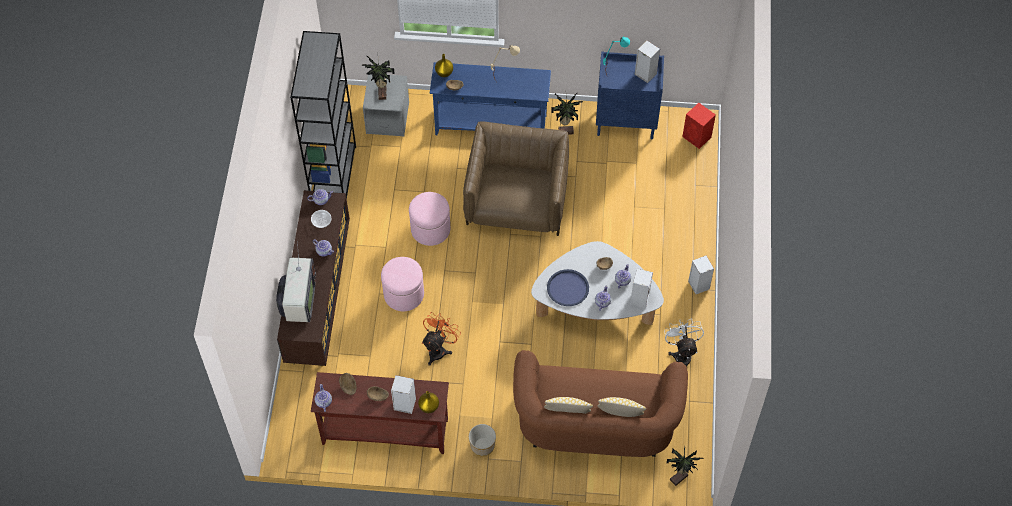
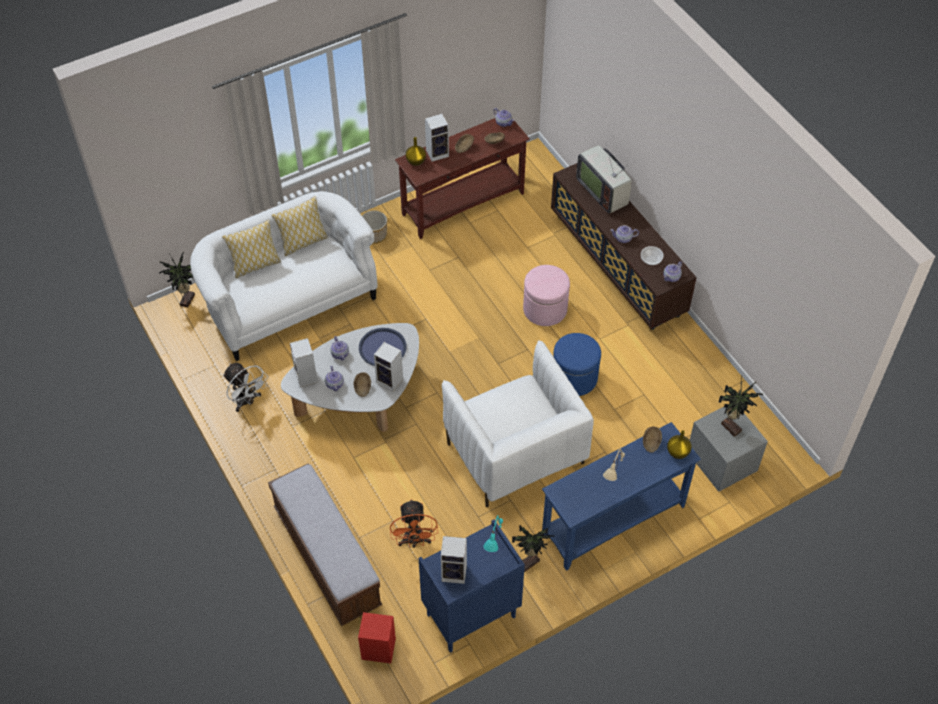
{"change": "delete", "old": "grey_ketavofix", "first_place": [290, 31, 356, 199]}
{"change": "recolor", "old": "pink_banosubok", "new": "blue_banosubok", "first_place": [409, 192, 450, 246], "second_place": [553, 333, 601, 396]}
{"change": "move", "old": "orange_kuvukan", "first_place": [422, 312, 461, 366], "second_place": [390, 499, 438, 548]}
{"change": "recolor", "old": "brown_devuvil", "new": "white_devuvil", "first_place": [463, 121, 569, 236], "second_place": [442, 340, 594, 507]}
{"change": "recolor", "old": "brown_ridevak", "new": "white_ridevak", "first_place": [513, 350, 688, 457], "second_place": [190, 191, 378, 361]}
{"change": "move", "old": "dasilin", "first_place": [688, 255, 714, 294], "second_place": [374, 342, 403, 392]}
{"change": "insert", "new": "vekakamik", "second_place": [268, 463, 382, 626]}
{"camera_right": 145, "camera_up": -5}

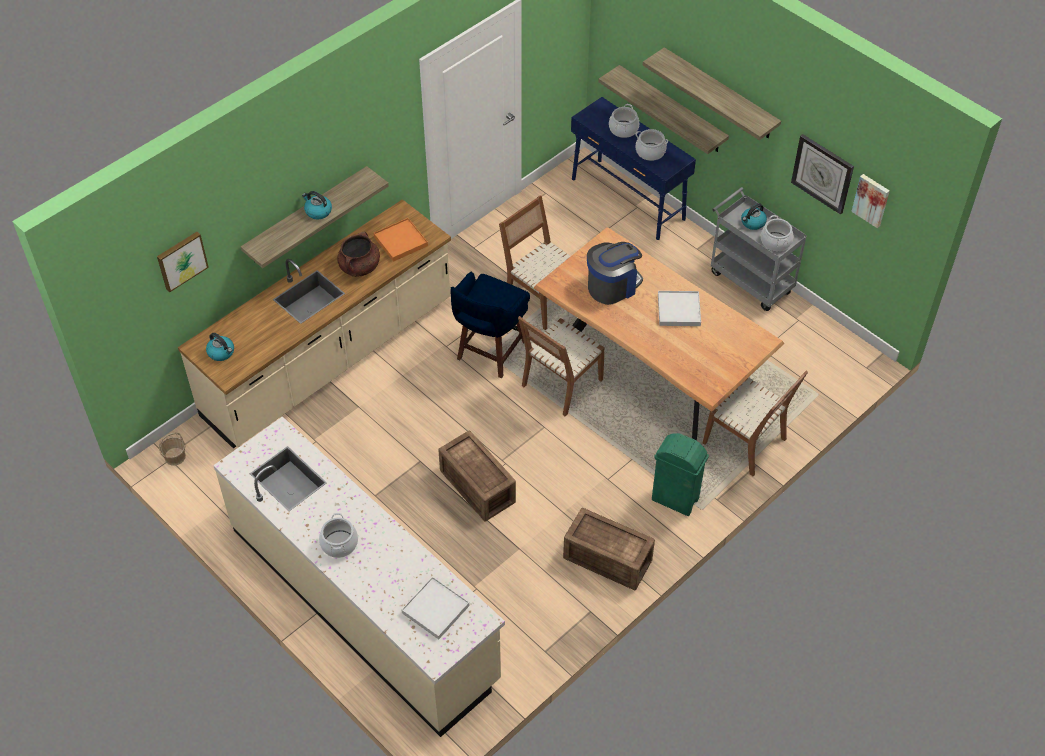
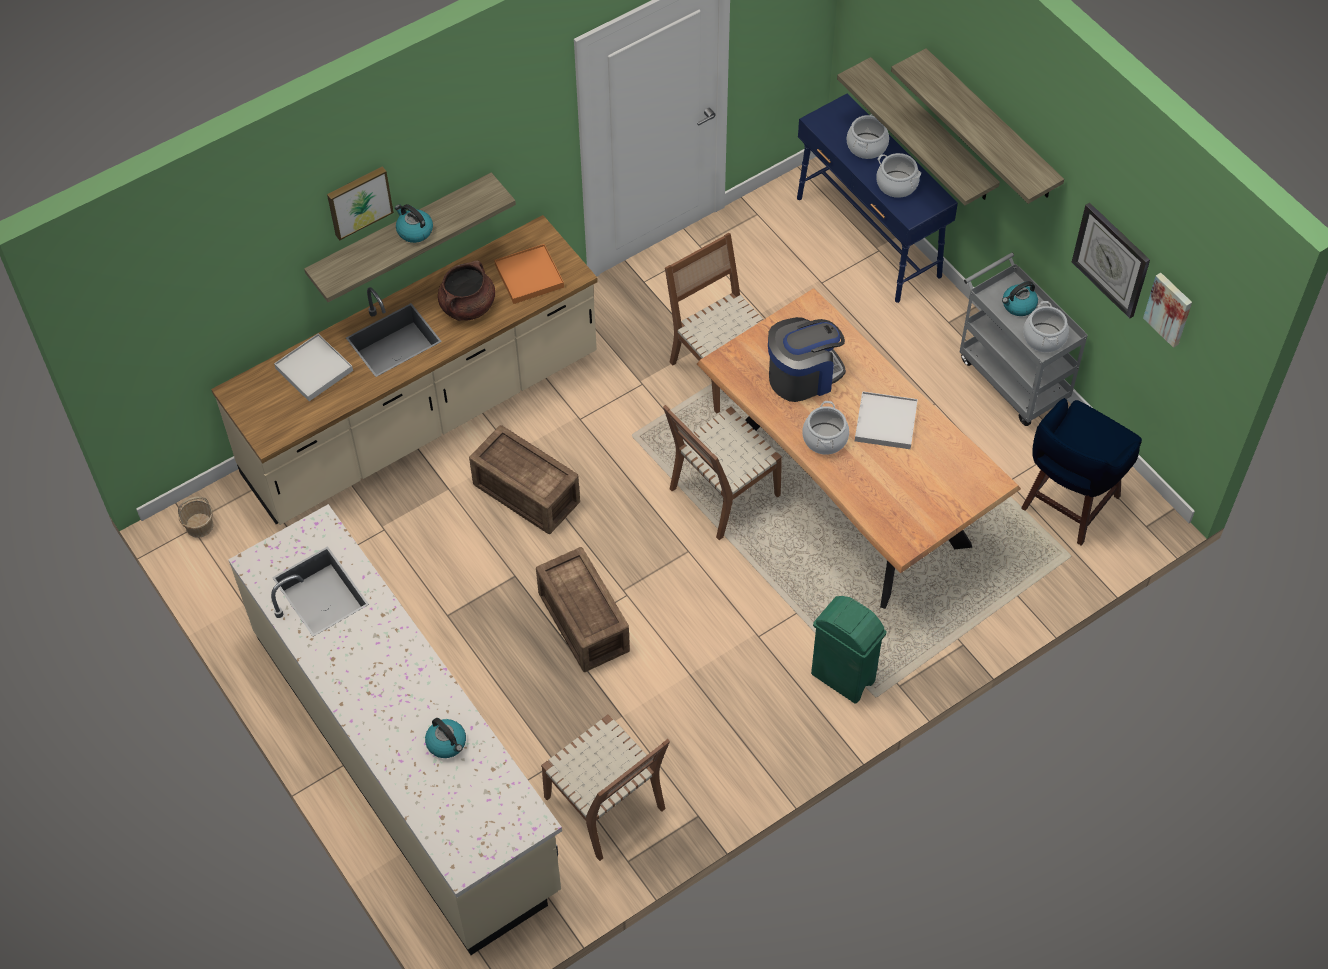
{"change": "move", "old": "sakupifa", "first_place": [157, 232, 209, 292], "second_place": [327, 166, 394, 241]}
{"change": "move", "old": "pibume", "first_place": [206, 333, 234, 361], "second_place": [425, 718, 466, 758]}
{"change": "move", "old": "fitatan", "first_place": [319, 513, 358, 558], "second_place": [802, 401, 849, 455]}
{"change": "move", "old": "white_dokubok", "first_place": [402, 577, 469, 639], "second_place": [274, 334, 353, 401]}
{"change": "move", "old": "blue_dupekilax", "first_place": [450, 271, 530, 378], "second_place": [1021, 398, 1142, 545]}
{"change": "move", "old": "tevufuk", "first_place": [563, 508, 655, 590], "second_place": [469, 425, 580, 534]}
{"change": "move", "old": "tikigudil", "first_place": [703, 370, 808, 476], "second_place": [541, 714, 670, 861]}
{"camera_right": 10, "camera_up": 5}

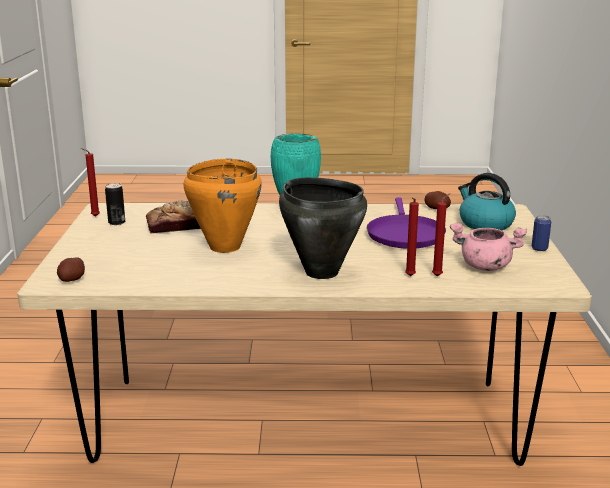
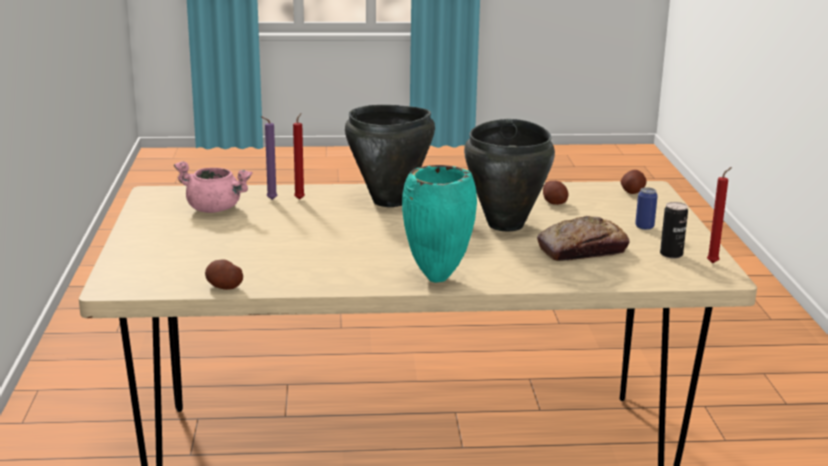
{"change": "recolor", "old": "orange_fitatan", "new": "black_fitatan", "first_place": [183, 159, 262, 253], "second_place": [464, 119, 555, 231]}
{"change": "delete", "old": "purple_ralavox", "first_place": [367, 197, 446, 249]}
{"change": "recolor", "old": "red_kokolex", "new": "purple_kokolex", "first_place": [432, 193, 450, 276], "second_place": [261, 116, 278, 200]}
{"change": "delete", "old": "pibume", "first_place": [458, 173, 516, 230]}
{"change": "move", "old": "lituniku", "first_place": [532, 215, 551, 251], "second_place": [635, 187, 658, 230]}
{"change": "insert", "new": "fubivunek", "second_place": [543, 181, 569, 205]}
{"camera_right": 175, "camera_up": 0}

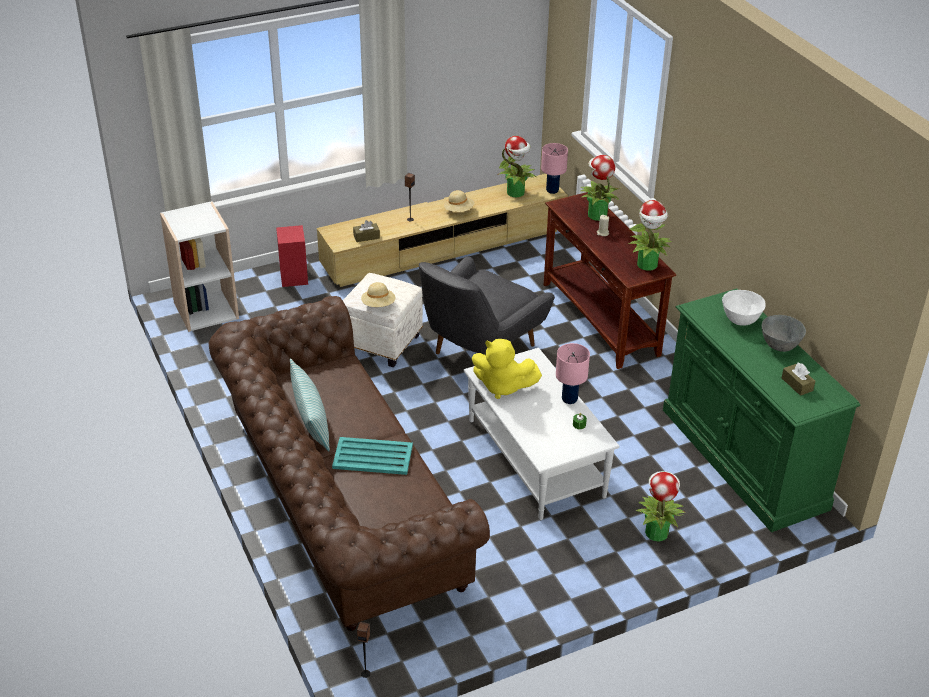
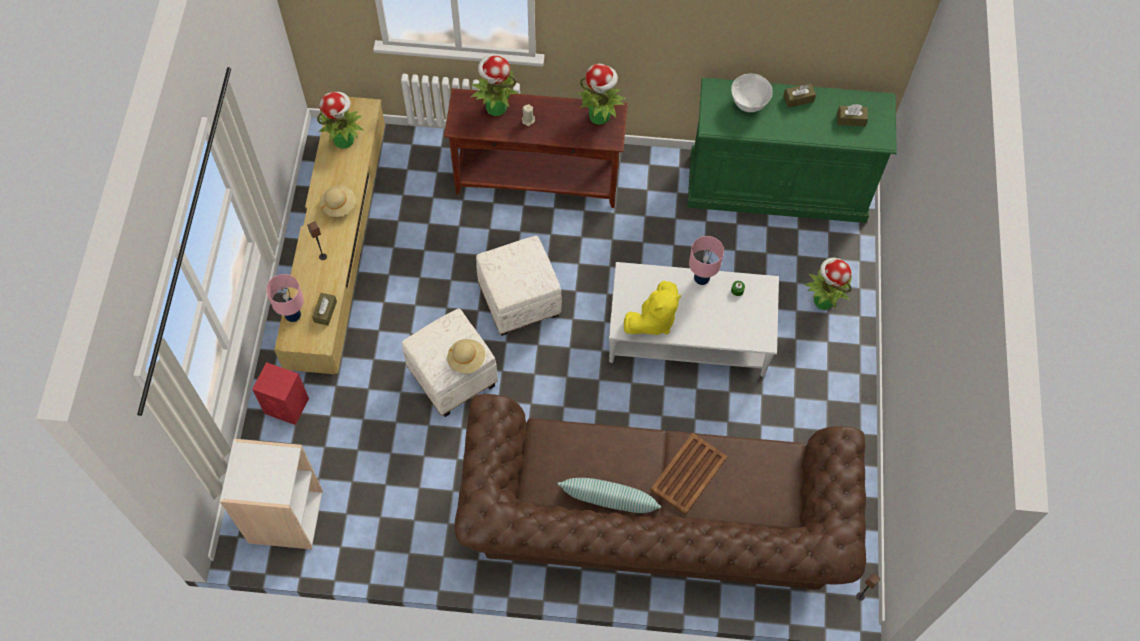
{"change": "recolor", "old": "turquoise_dokubok", "new": "brown_dokubok", "first_place": [332, 437, 413, 475], "second_place": [650, 433, 728, 515]}
{"change": "replace", "old": "grey_devuvil", "new": "white_banosubok", "first_place": [419, 256, 555, 355], "second_place": [476, 236, 562, 336]}
{"change": "move", "old": "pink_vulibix", "first_place": [541, 143, 568, 194], "second_place": [266, 274, 304, 322]}
{"change": "replace", "old": "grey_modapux", "new": "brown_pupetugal", "first_place": [762, 315, 806, 352], "second_place": [783, 83, 816, 108]}
{"camera_right": -60, "camera_up": 25}

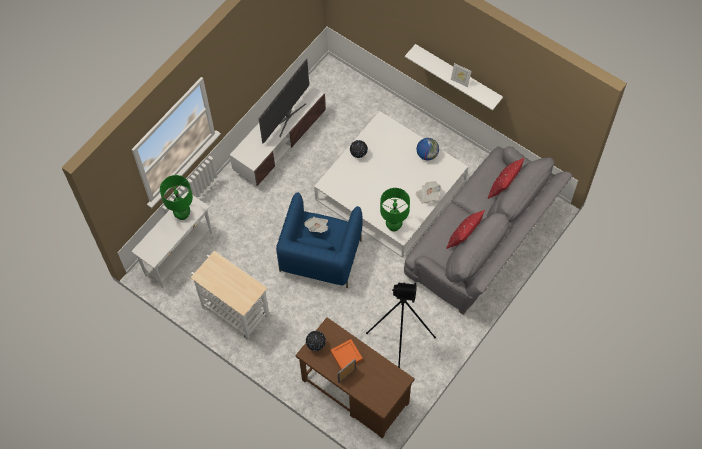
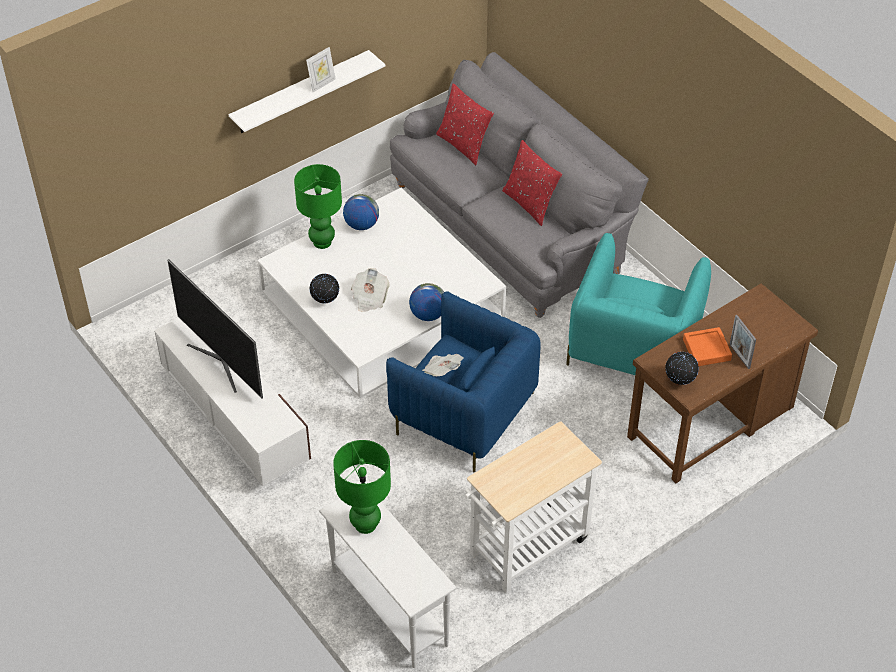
{"change": "replace", "old": "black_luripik", "new": "turquoise_devuvil", "first_place": [366, 282, 436, 368], "second_place": [566, 233, 711, 375]}
{"change": "move", "old": "green_vulibix", "first_place": [380, 188, 410, 231], "second_place": [294, 164, 342, 249]}
{"change": "move", "old": "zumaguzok", "first_place": [416, 181, 442, 204], "second_place": [351, 268, 390, 312]}
{"change": "insert", "new": "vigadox", "second_place": [409, 283, 444, 321]}
{"camera_right": -75, "camera_up": -15}

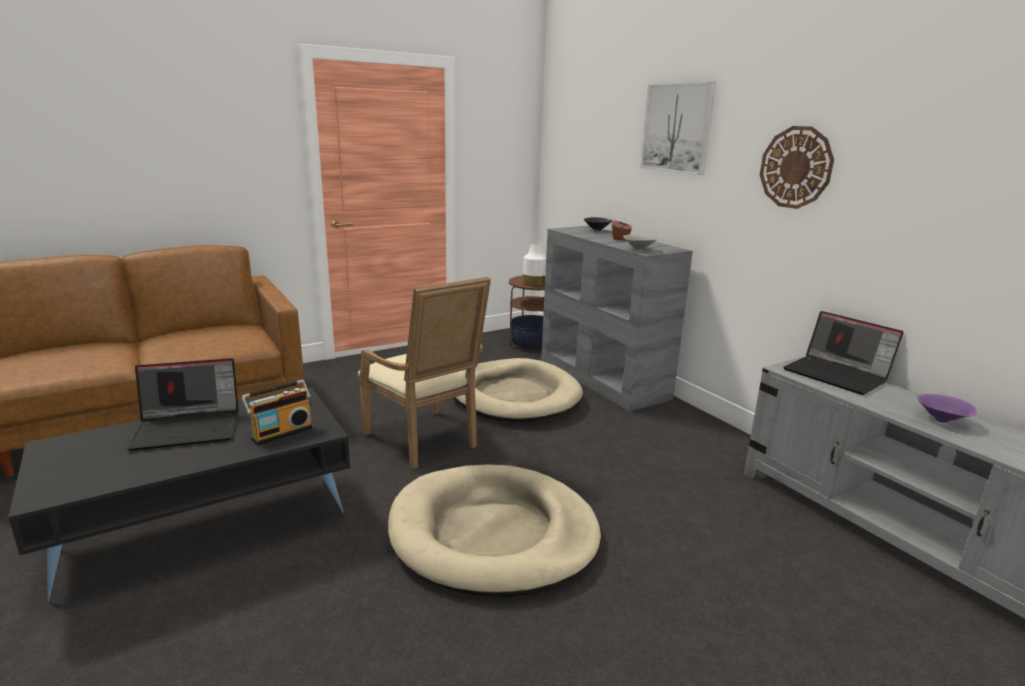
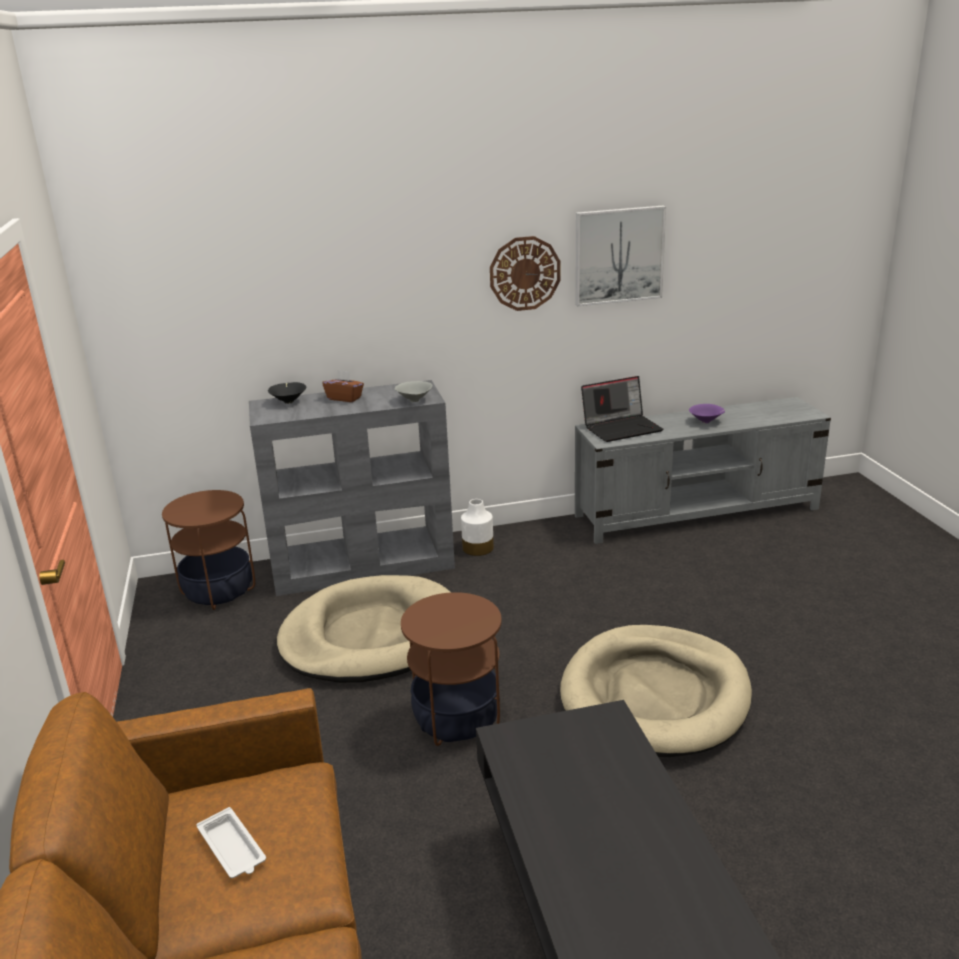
{"change": "delete", "old": "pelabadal", "first_place": [127, 358, 239, 451]}
{"change": "delete", "old": "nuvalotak", "first_place": [241, 380, 313, 445]}
{"change": "replace", "old": "beige_devuvil", "new": "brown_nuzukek", "first_place": [358, 277, 491, 469], "second_place": [401, 592, 502, 746]}
{"change": "move", "old": "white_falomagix", "first_place": [523, 244, 546, 287], "second_place": [461, 499, 494, 556]}
{"change": "move", "old": "sakupifa", "first_place": [640, 82, 716, 175], "second_place": [575, 206, 666, 306]}
{"change": "insert", "new": "white_dokubok", "second_place": [196, 807, 266, 878]}
{"camera_right": -70, "camera_up": 5}

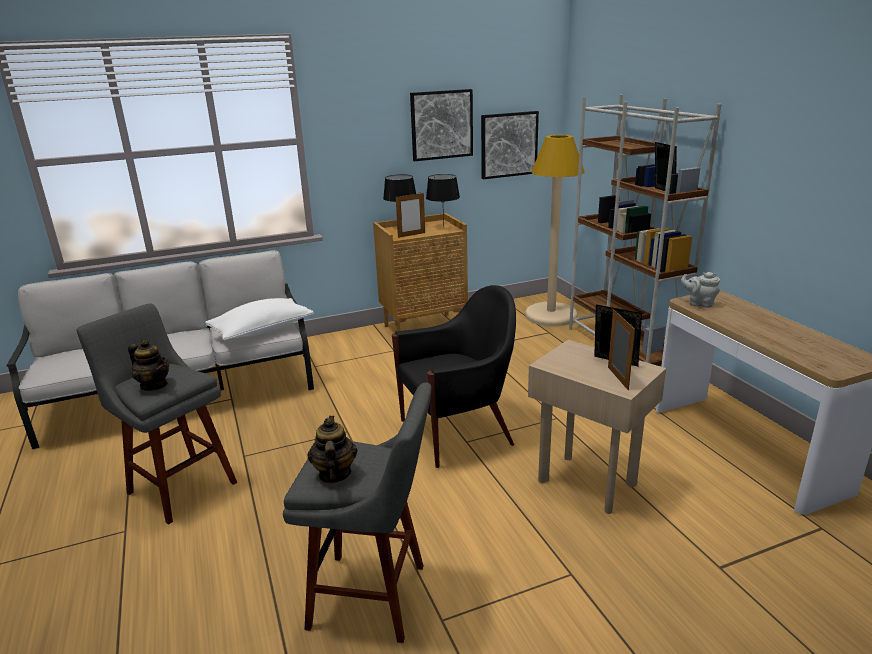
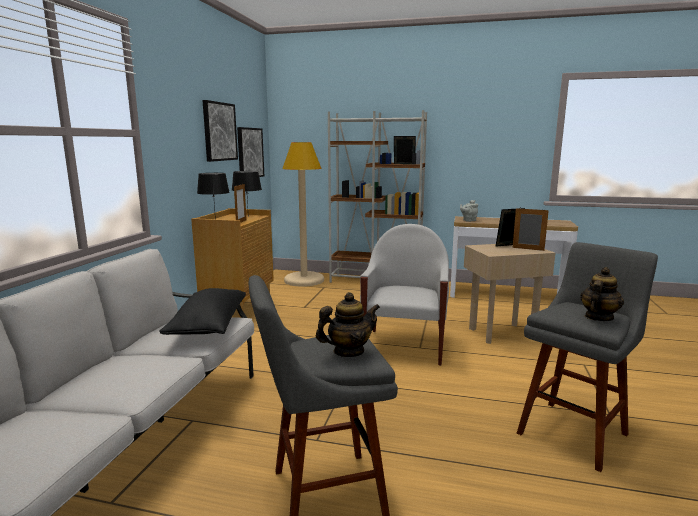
{"change": "recolor", "old": "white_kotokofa", "new": "black_kotokofa", "first_place": [205, 298, 314, 341], "second_place": [159, 288, 246, 335]}
{"change": "rotate", "old": "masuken", "first_place": [308, 416, 358, 483], "second_place": [580, 267, 624, 321], "degrees": 105}
{"change": "recolor", "old": "black_devuvil", "new": "white_devuvil", "first_place": [392, 285, 516, 468], "second_place": [360, 224, 449, 366]}
{"camera_right": -55, "camera_up": -10}

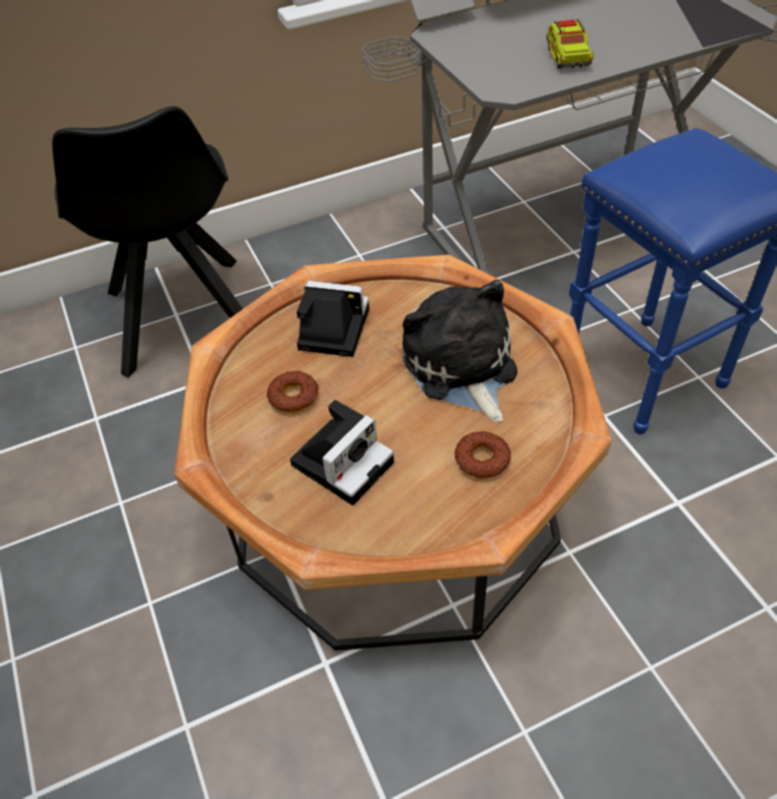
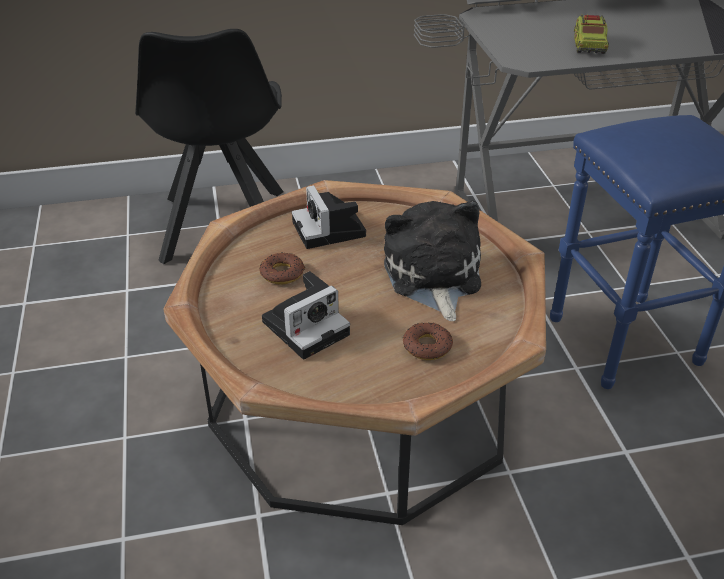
{"change": "rotate", "old": "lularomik", "first_place": [297, 281, 369, 357], "second_place": [292, 185, 366, 249], "degrees": -135}
{"camera_right": 10, "camera_up": -10}

